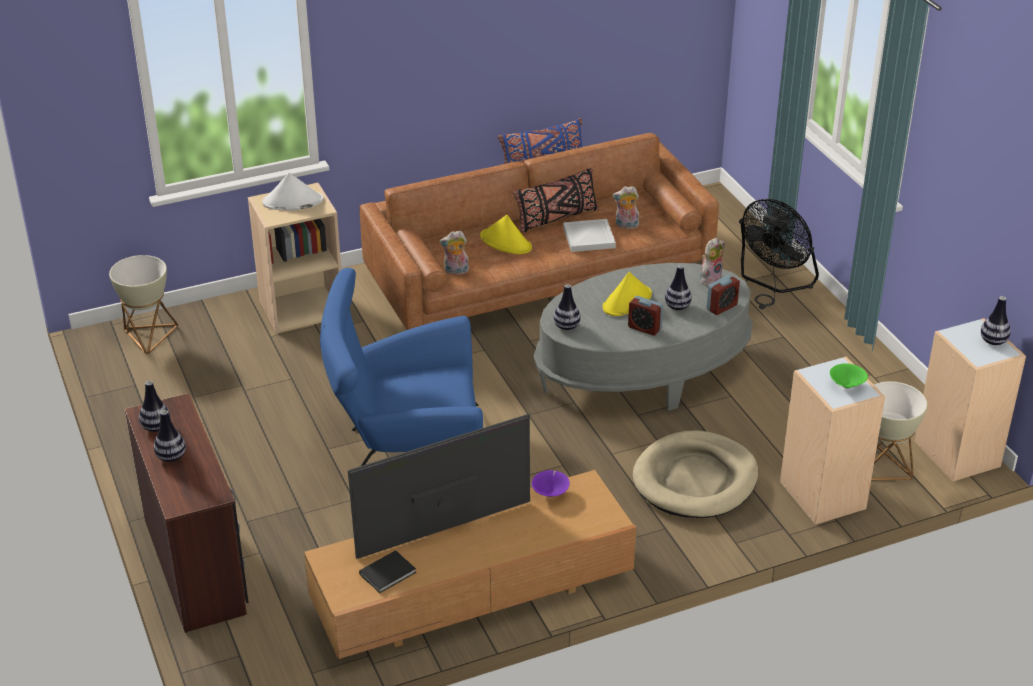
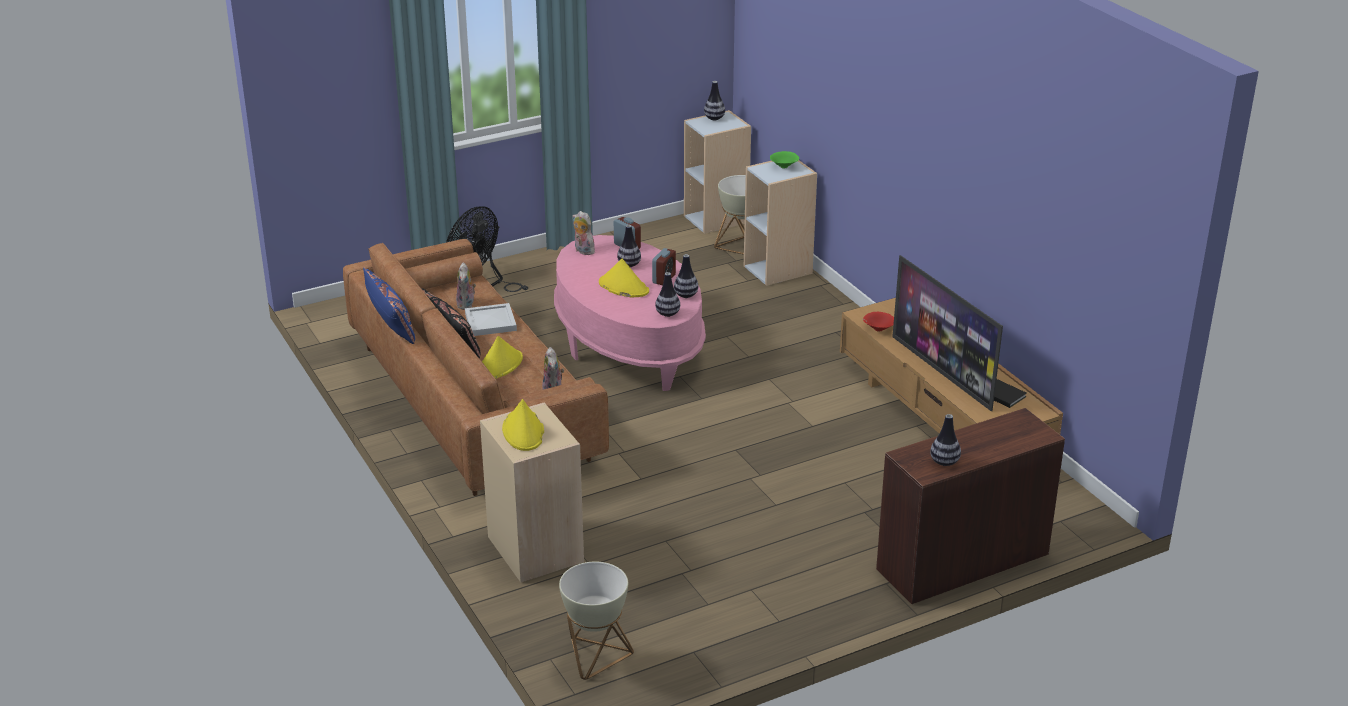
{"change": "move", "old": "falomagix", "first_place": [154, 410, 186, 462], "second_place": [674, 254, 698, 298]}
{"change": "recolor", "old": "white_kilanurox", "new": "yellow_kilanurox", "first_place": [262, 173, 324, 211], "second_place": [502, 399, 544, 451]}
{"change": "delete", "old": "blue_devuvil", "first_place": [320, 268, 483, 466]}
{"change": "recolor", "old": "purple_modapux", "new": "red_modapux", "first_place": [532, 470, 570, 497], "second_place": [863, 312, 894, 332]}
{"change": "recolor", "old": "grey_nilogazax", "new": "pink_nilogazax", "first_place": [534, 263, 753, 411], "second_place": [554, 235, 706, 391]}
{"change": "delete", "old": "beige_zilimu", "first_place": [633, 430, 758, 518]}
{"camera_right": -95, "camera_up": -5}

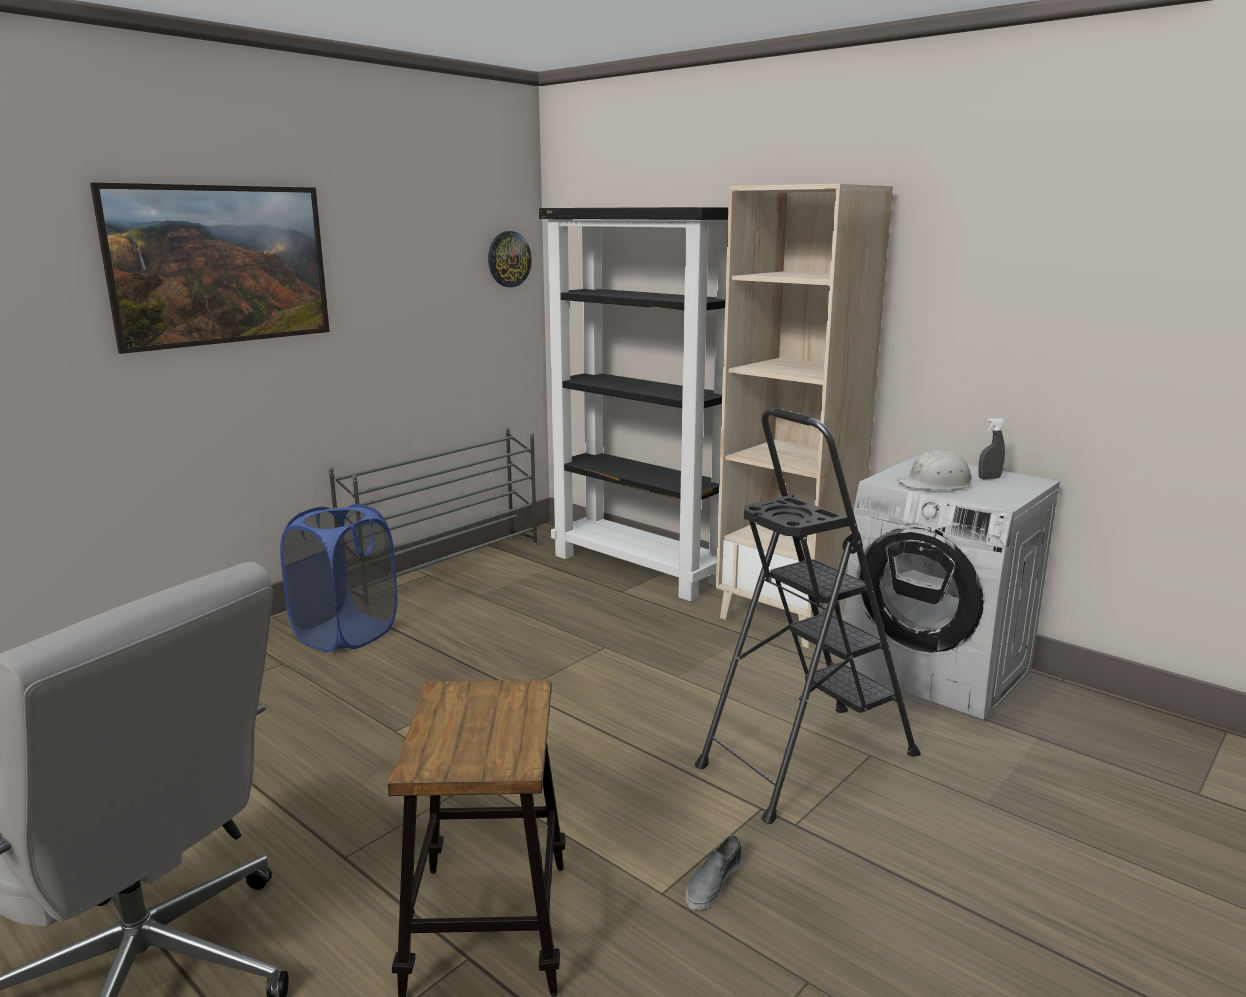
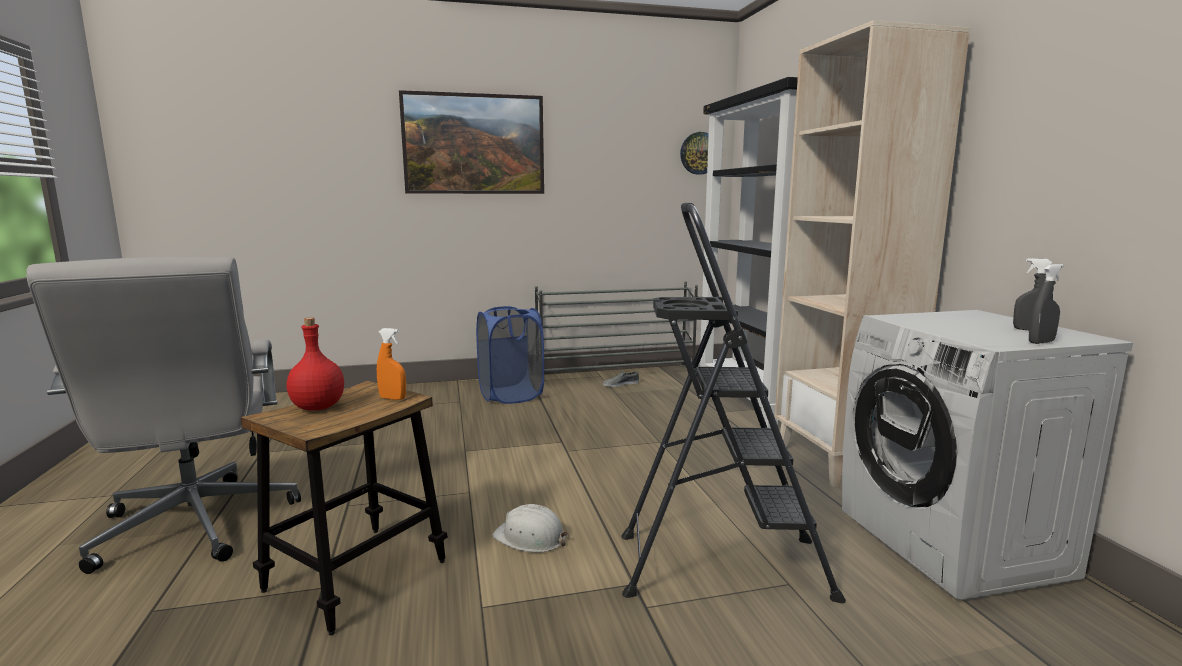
{"change": "move", "old": "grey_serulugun", "first_place": [685, 835, 742, 910], "second_place": [603, 371, 639, 387]}
{"change": "move", "old": "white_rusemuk", "first_place": [897, 449, 972, 490], "second_place": [492, 504, 569, 553]}
{"change": "insert", "new": "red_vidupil", "second_place": [287, 317, 344, 411]}
{"change": "insert", "new": "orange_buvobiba", "second_place": [377, 328, 406, 400]}
{"change": "insert", "new": "grey_buvobiba", "second_place": [1029, 264, 1064, 344]}
{"camera_right": 35, "camera_up": -5}

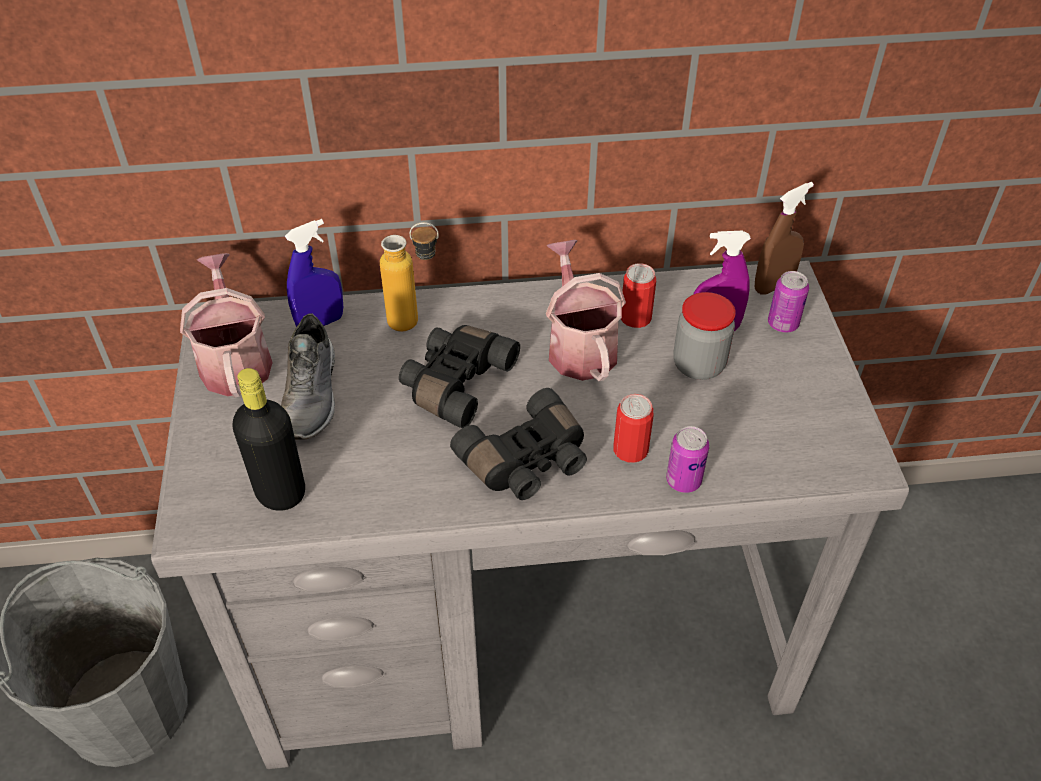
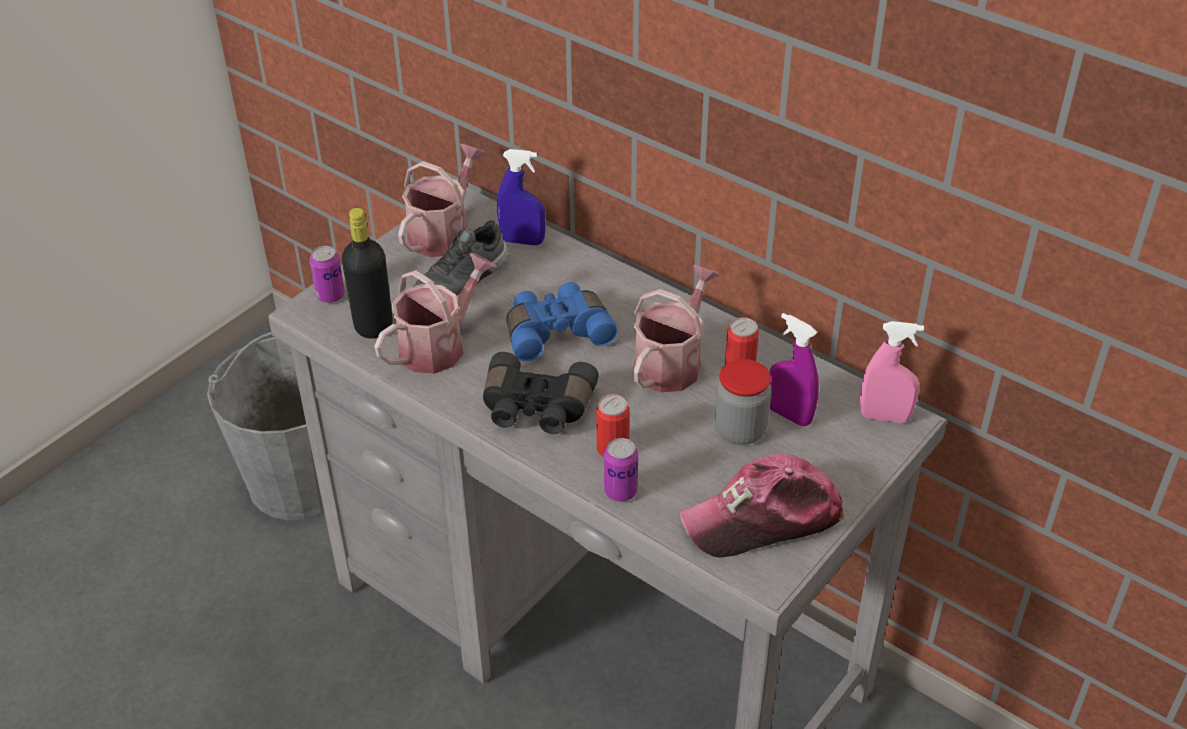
{"change": "delete", "old": "vidupil", "first_place": [380, 222, 439, 331]}
{"change": "recolor", "old": "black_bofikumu", "new": "blue_bofikumu", "first_place": [399, 325, 520, 428], "second_place": [507, 282, 618, 361]}
{"change": "recolor", "old": "brown_buvobiba", "new": "pink_buvobiba", "first_place": [755, 182, 814, 294], "second_place": [860, 321, 924, 423]}
{"change": "move", "old": "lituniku", "first_place": [768, 271, 809, 333], "second_place": [310, 246, 345, 303]}
{"change": "insert", "new": "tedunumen", "second_place": [374, 253, 497, 374]}
{"change": "insert", "new": "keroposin", "second_place": [679, 454, 844, 557]}
{"camera_right": 45, "camera_up": -5}

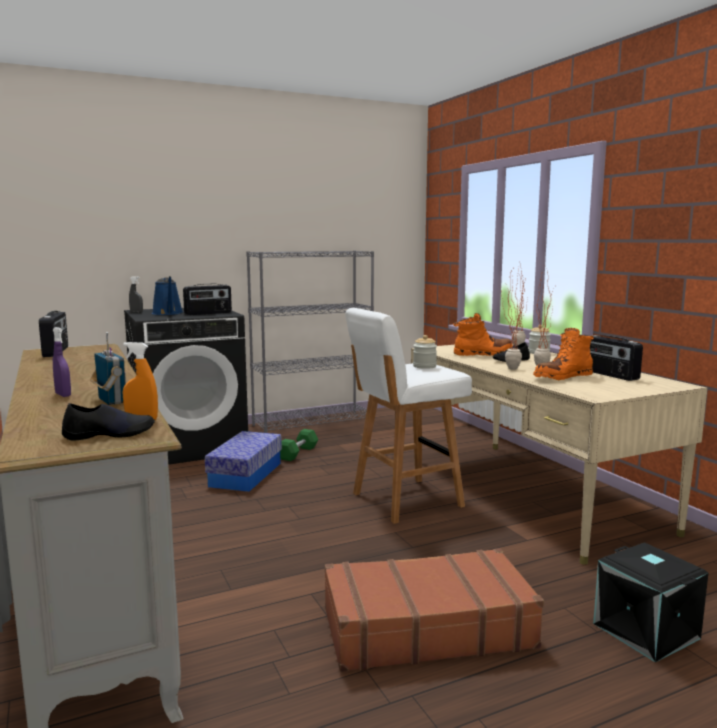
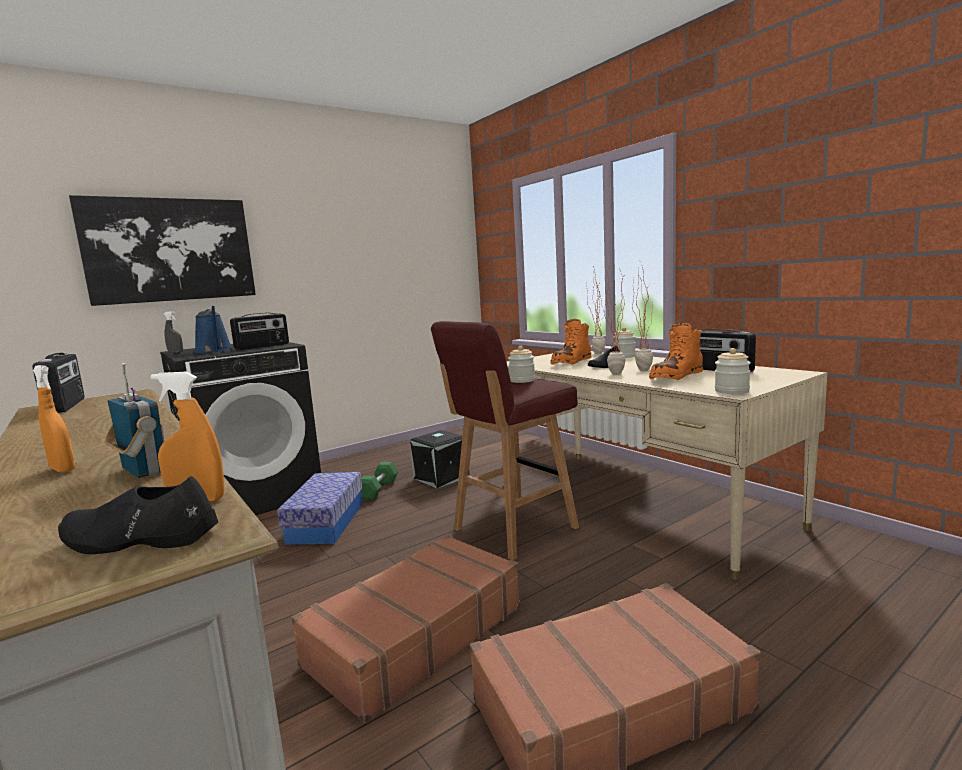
{"change": "recolor", "old": "purple_buvobiba", "new": "orange_buvobiba", "first_place": [53, 327, 71, 397], "second_place": [33, 365, 75, 473]}
{"change": "rotate", "old": "black_serulugun", "first_place": [62, 403, 155, 440], "second_place": [58, 476, 218, 554], "degrees": -150}
{"change": "delete", "old": "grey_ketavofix", "first_place": [246, 251, 374, 433]}
{"change": "recolor", "old": "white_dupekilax", "new": "red_dupekilax", "first_place": [345, 308, 472, 524], "second_place": [431, 321, 579, 560]}
{"change": "rotate", "old": "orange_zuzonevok", "first_place": [453, 313, 512, 356], "second_place": [550, 319, 592, 365], "degrees": 150}
{"change": "move", "old": "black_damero", "first_place": [593, 542, 708, 663], "second_place": [410, 430, 469, 488]}
{"change": "insert", "new": "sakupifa", "second_place": [69, 195, 256, 306]}
{"change": "insert", "new": "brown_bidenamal", "second_place": [291, 535, 521, 723]}
{"change": "insert", "new": "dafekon", "second_place": [715, 348, 751, 394]}
{"camera_right": -10, "camera_up": 0}

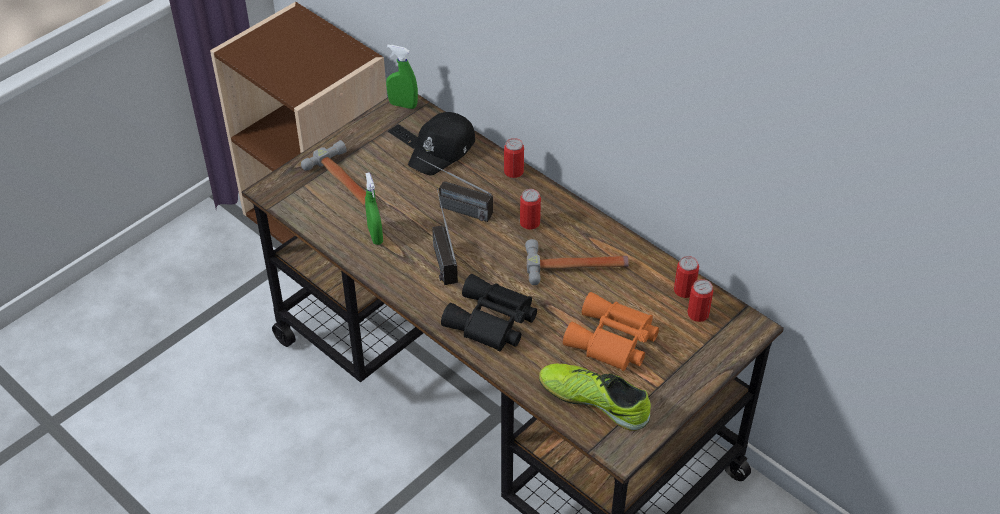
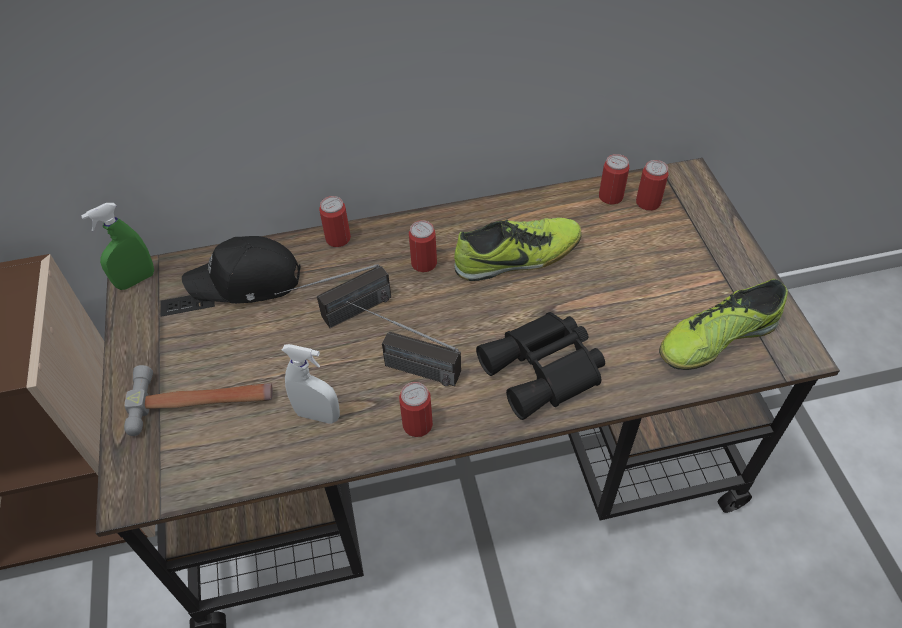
{"change": "recolor", "old": "green_buvobiba", "new": "white_buvobiba", "first_place": [365, 172, 383, 245], "second_place": [282, 344, 340, 424]}
{"change": "rotate", "old": "black_keroposin", "first_place": [408, 112, 475, 176], "second_place": [182, 236, 301, 304], "degrees": 105}
{"change": "replace", "old": "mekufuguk", "new": "serulugun", "first_place": [525, 239, 629, 285], "second_place": [454, 217, 582, 281]}
{"change": "delete", "old": "orange_bofikumu", "first_place": [563, 292, 659, 371]}
{"change": "insert", "new": "lituniku", "second_place": [399, 382, 433, 437]}
{"camera_right": -55, "camera_up": 5}

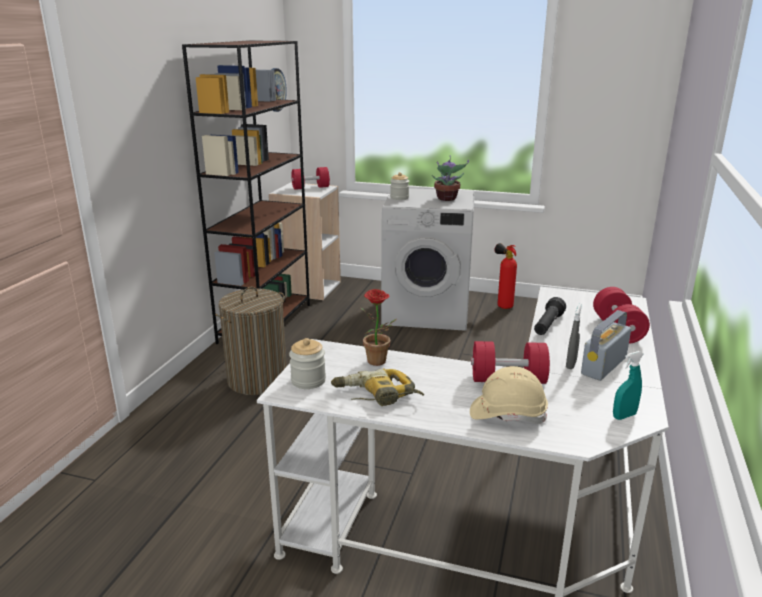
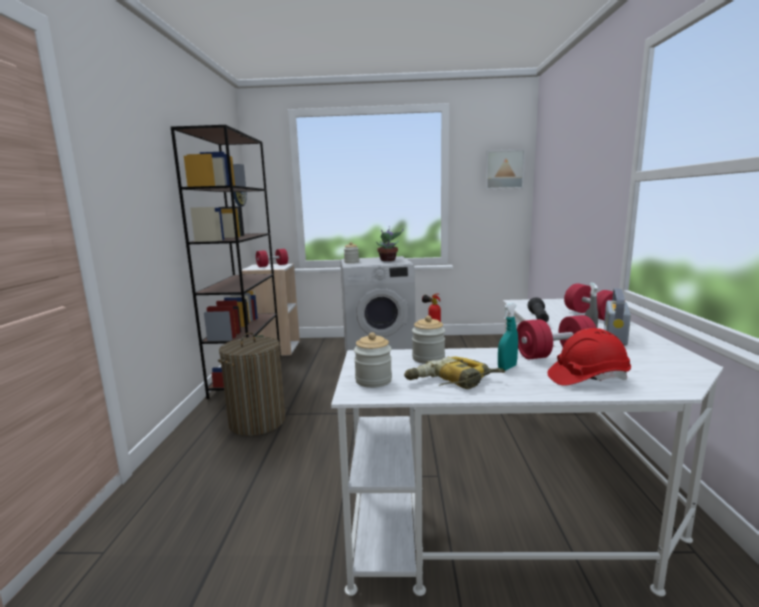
{"change": "replace", "old": "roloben", "new": "dafekon", "first_place": [361, 289, 396, 366], "second_place": [412, 316, 445, 364]}
{"change": "recolor", "old": "beige_rusemuk", "new": "red_rusemuk", "first_place": [470, 366, 548, 424], "second_place": [547, 328, 631, 386]}
{"change": "move", "old": "turquoise_buvobiba", "first_place": [613, 351, 644, 420], "second_place": [498, 303, 518, 371]}
{"change": "insert", "new": "sakupifa", "second_place": [485, 149, 525, 190]}
{"camera_right": -15, "camera_up": -10}

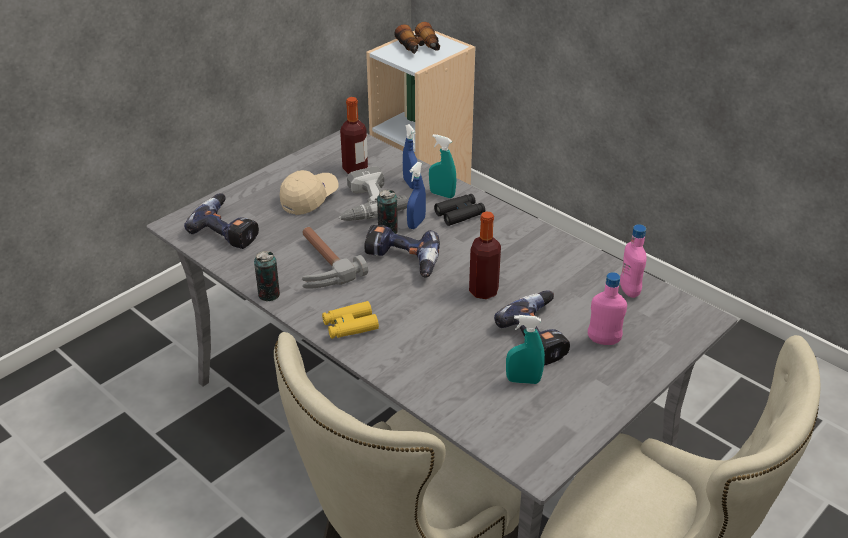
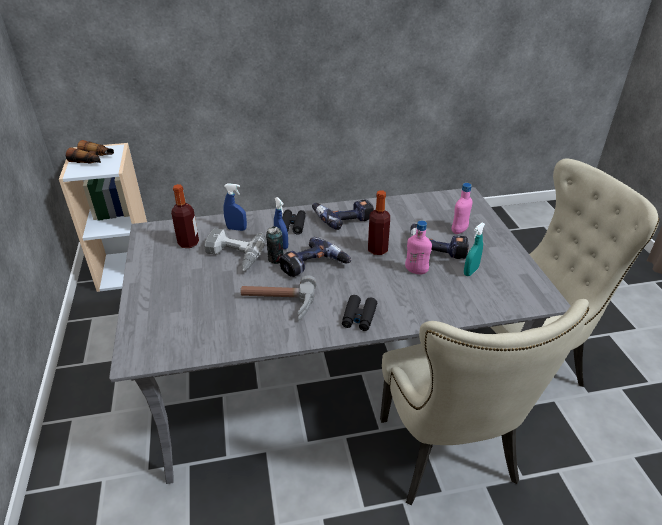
{"change": "move", "old": "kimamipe", "first_place": [184, 193, 259, 249], "second_place": [312, 199, 374, 230]}
{"change": "delete", "old": "lituniku", "first_place": [254, 251, 280, 301]}
{"change": "delete", "old": "beige_keroposin", "first_place": [280, 170, 339, 215]}
{"change": "recolor", "old": "yellow_bofikumu", "new": "black_bofikumu", "first_place": [322, 301, 379, 339], "second_place": [342, 295, 377, 331]}
{"change": "delete", "old": "turquoise_buvobiba", "first_place": [429, 134, 456, 198]}
{"change": "move", "old": "pink_vidupil", "first_place": [620, 224, 647, 298], "second_place": [405, 220, 432, 274]}
{"camera_right": -55, "camera_up": 0}

